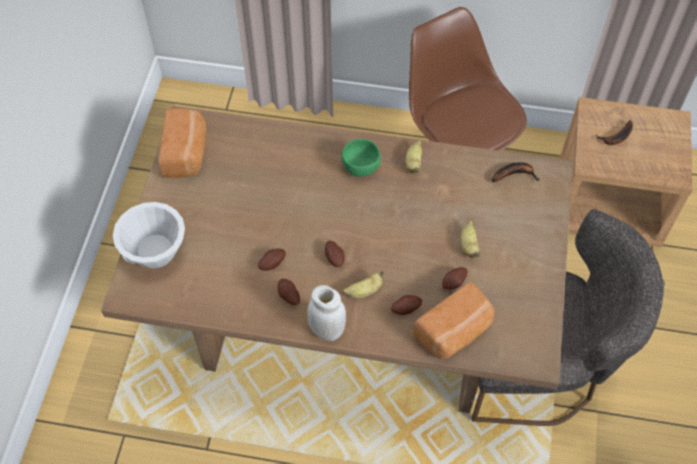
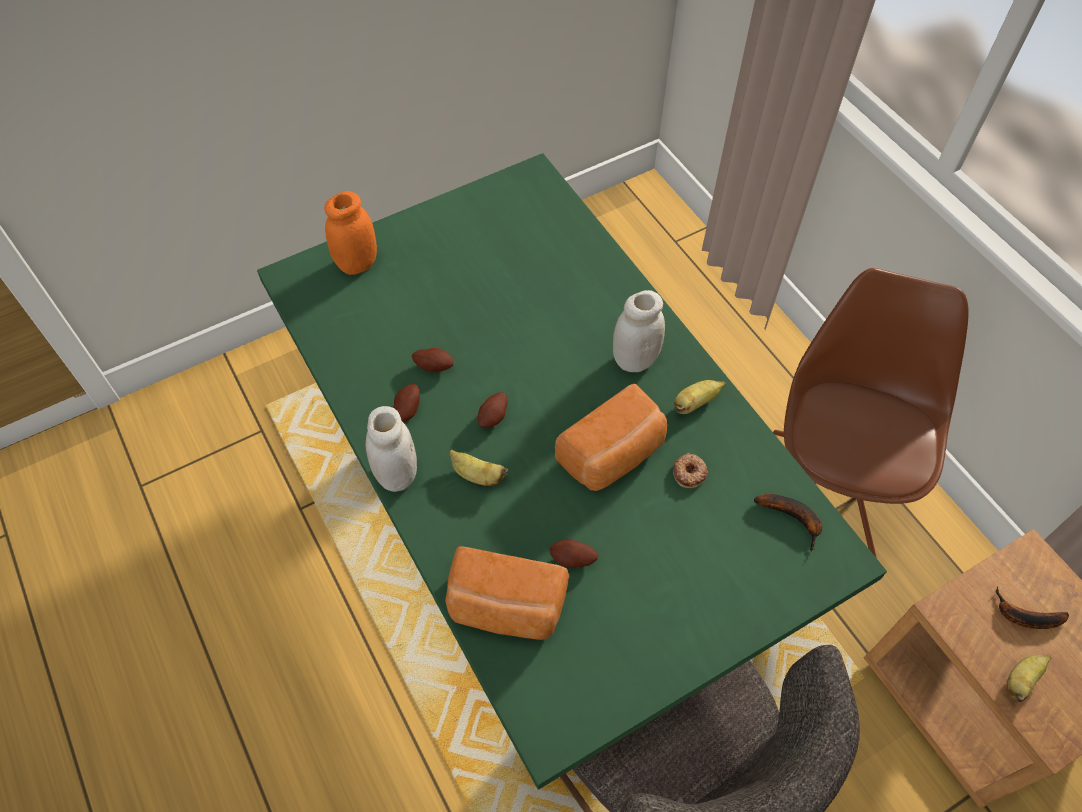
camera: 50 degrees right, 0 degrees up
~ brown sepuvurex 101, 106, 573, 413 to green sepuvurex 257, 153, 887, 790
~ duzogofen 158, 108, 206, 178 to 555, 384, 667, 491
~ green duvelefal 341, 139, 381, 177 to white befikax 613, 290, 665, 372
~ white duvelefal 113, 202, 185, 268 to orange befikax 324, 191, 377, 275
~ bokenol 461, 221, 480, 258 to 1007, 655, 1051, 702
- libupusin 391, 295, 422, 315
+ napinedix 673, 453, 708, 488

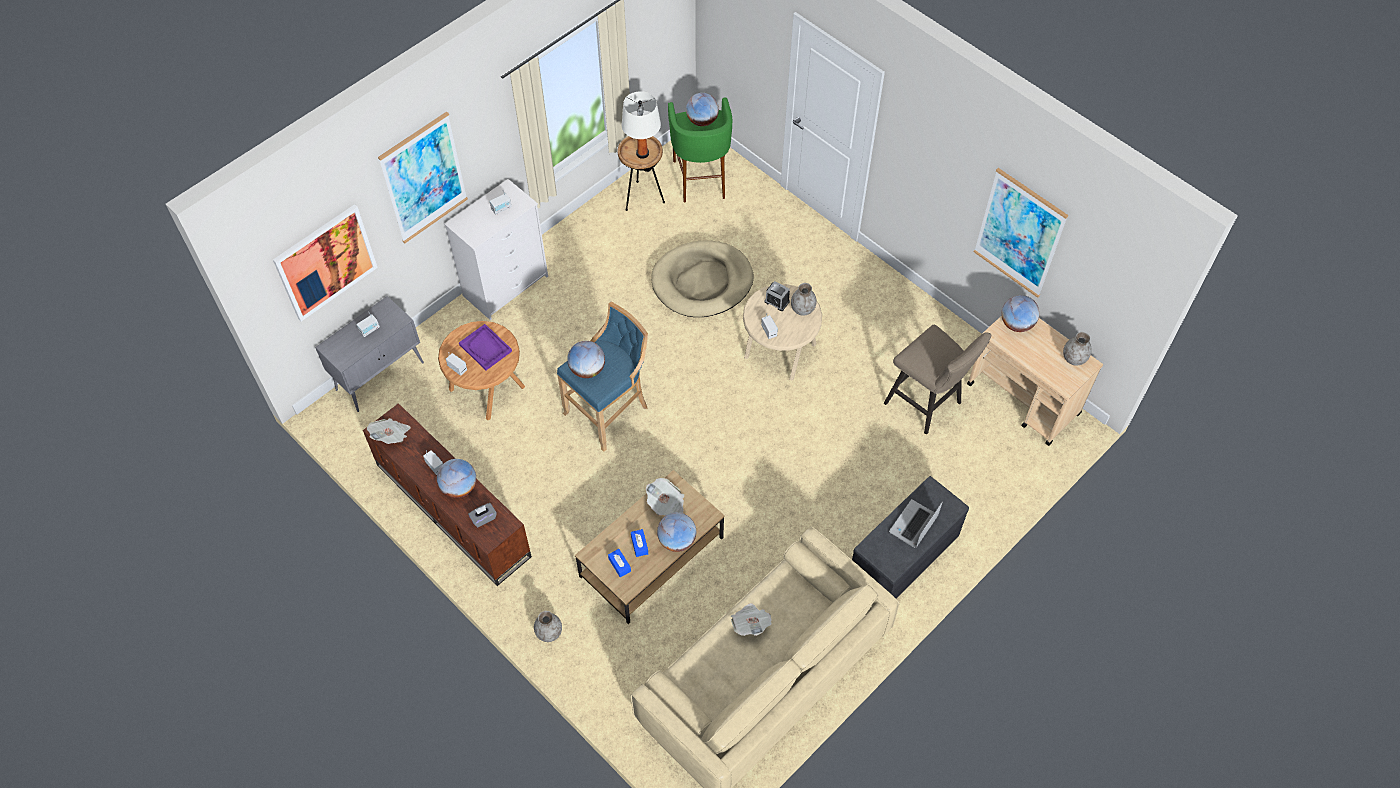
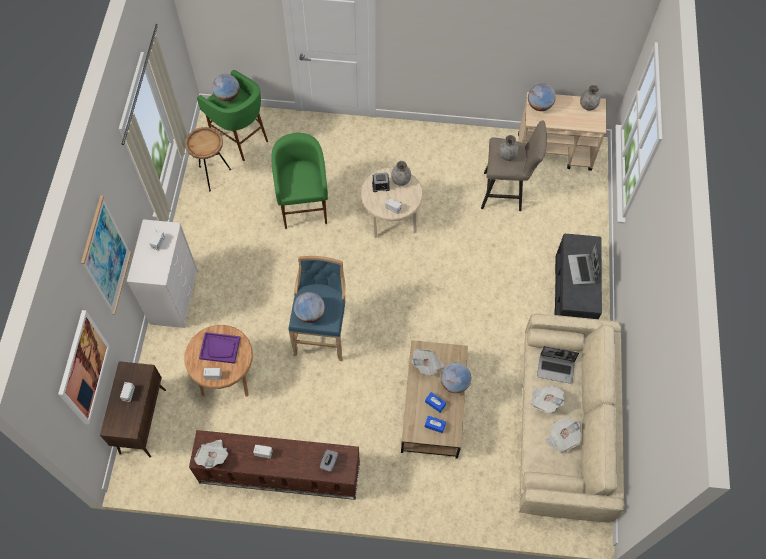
camera: 40 degrees left, 5 degrees up
- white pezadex 621, 91, 661, 159
- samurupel 974, 168, 1069, 298
~ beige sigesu 651, 240, 754, 317 to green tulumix 271, 133, 328, 229
~ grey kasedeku 315, 296, 424, 412 to brown kasedeku 100, 361, 166, 457
- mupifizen 437, 459, 476, 498
~ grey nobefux 534, 611, 562, 642 to 498, 135, 519, 161
+ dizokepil 537, 346, 579, 384
+ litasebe 545, 417, 582, 454

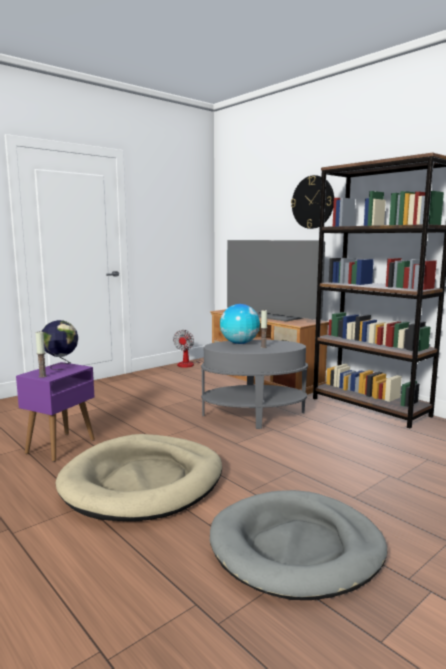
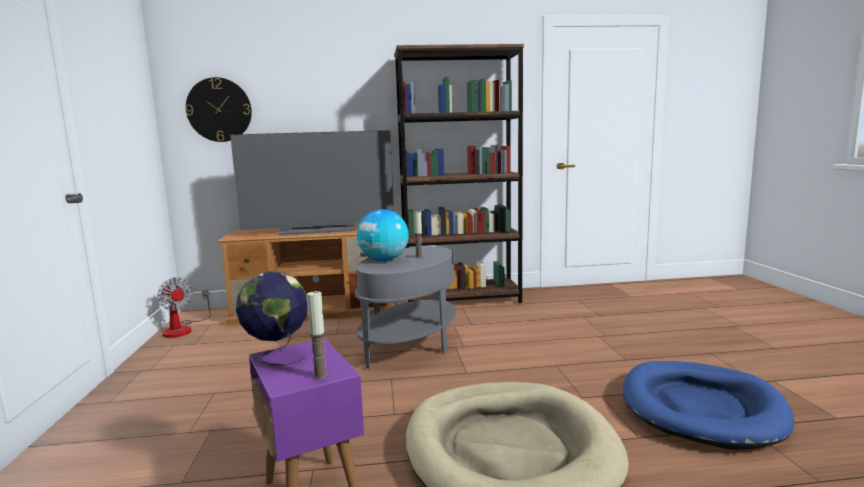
camera: 55 degrees left, 0 degrees up
~ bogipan 291, 175, 334, 229 to 185, 77, 252, 142
~ grey sigesu 210, 490, 387, 600 to blue sigesu 623, 361, 794, 450

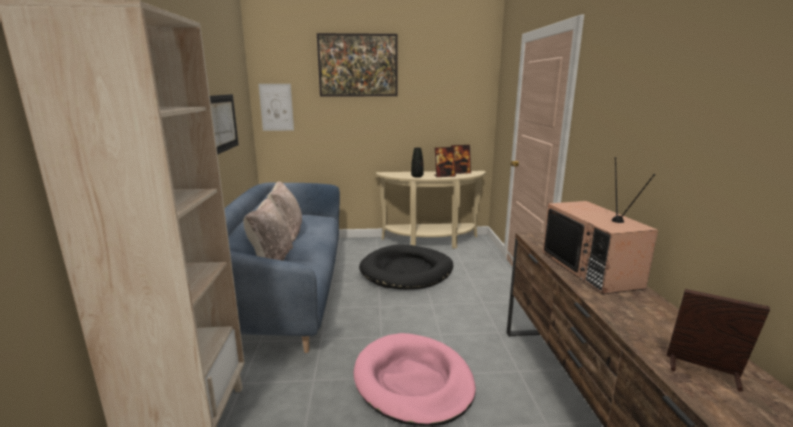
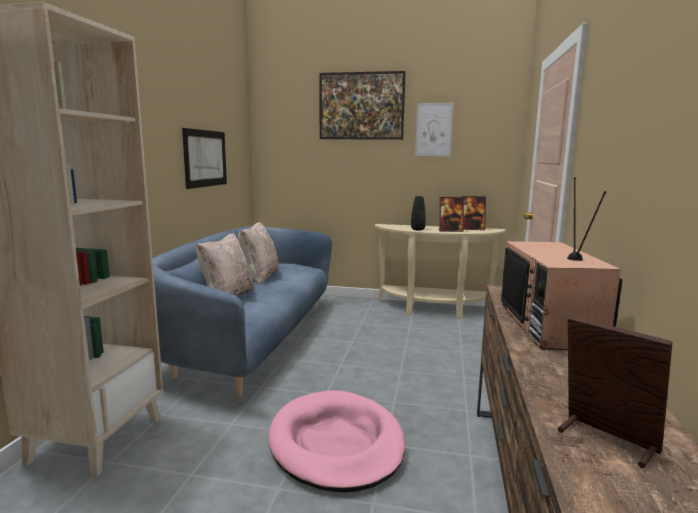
camera: 15 degrees right, 5 degrees down
~ samurupel 258, 84, 294, 131 to 415, 103, 453, 156
- black sigesu 359, 244, 453, 290

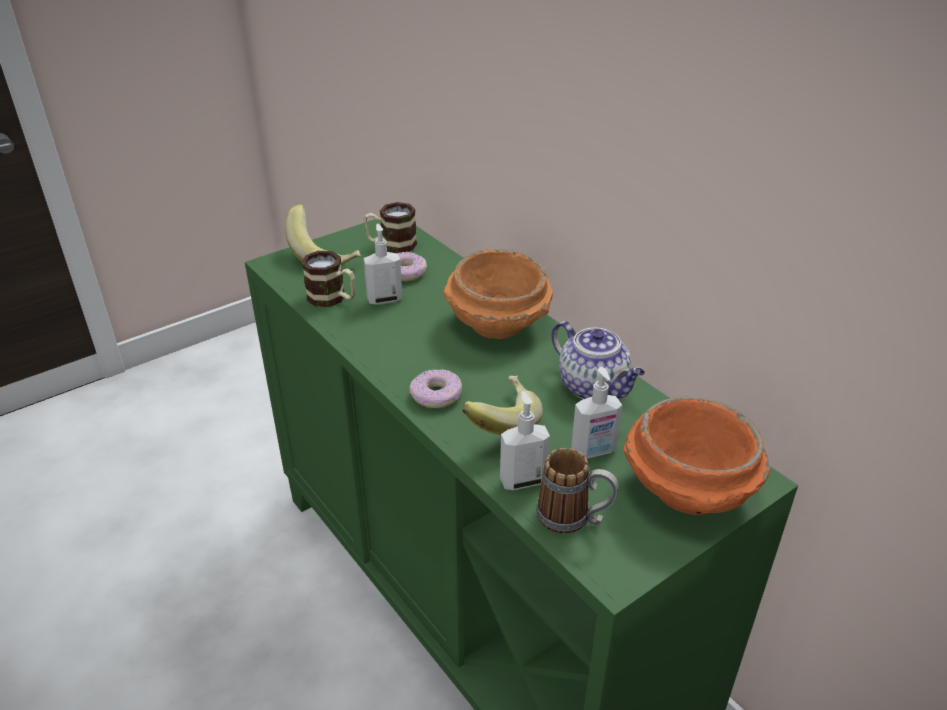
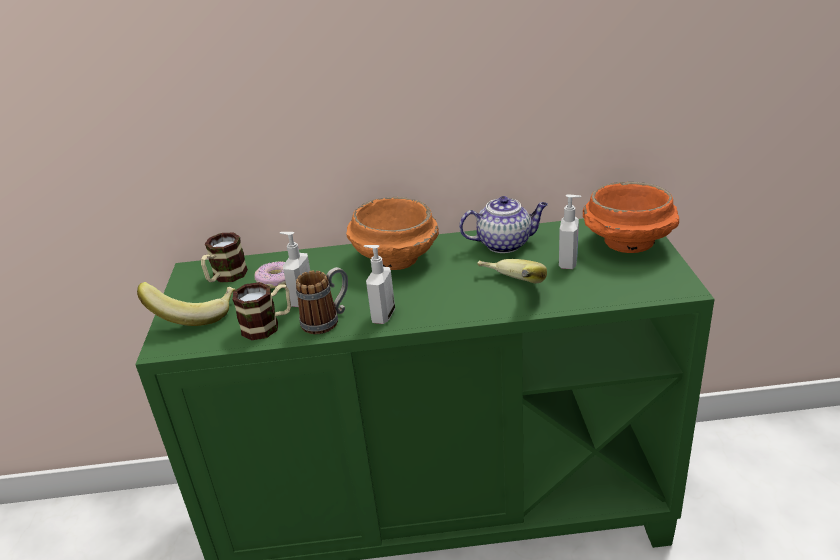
camera: 55 degrees left, 5 degrees down
- napinedix 410, 369, 462, 408
~ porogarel 500, 391, 550, 490 to 364, 245, 395, 324
~ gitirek 536, 448, 619, 534 to 296, 267, 348, 334

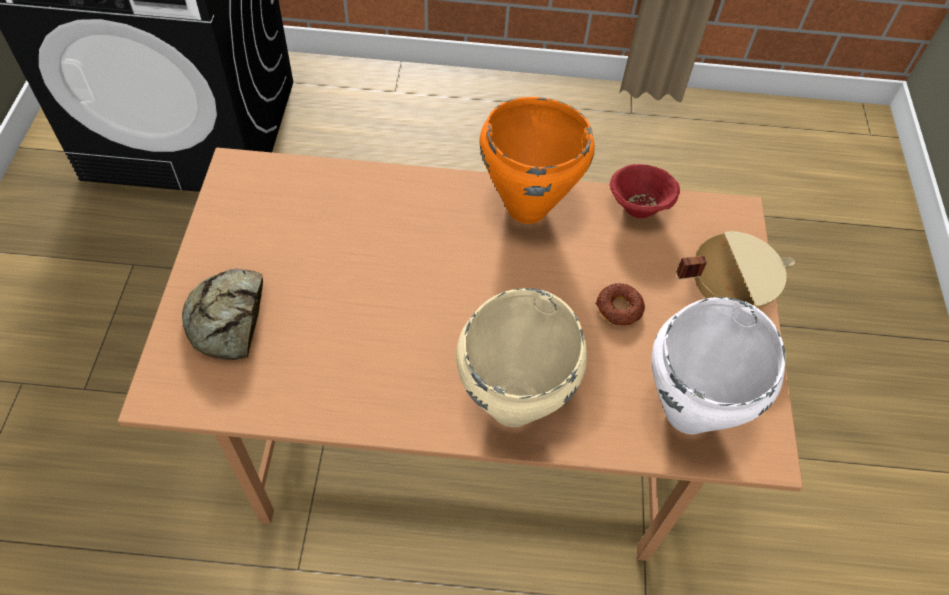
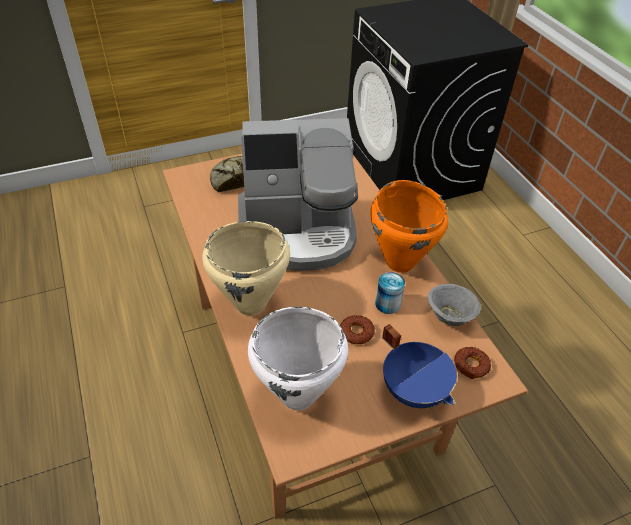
camera: 65 degrees right, 10 degrees down
~ red duvelefal 610, 164, 680, 218 to grey duvelefal 428, 284, 481, 326
~ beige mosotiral 676, 231, 795, 309 to blue mosotiral 382, 324, 457, 408
+ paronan 238, 118, 358, 271
+ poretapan 375, 272, 405, 314
+ napinedix 454, 347, 491, 379

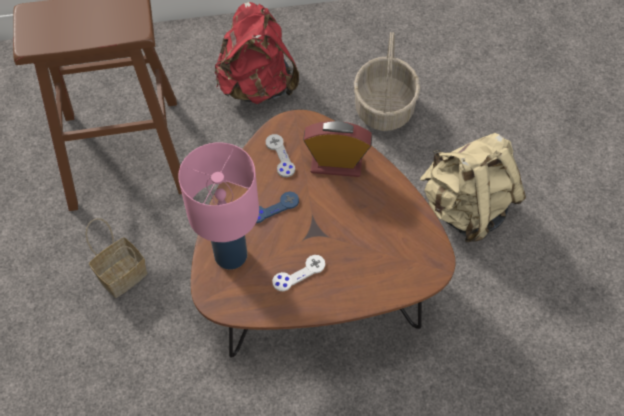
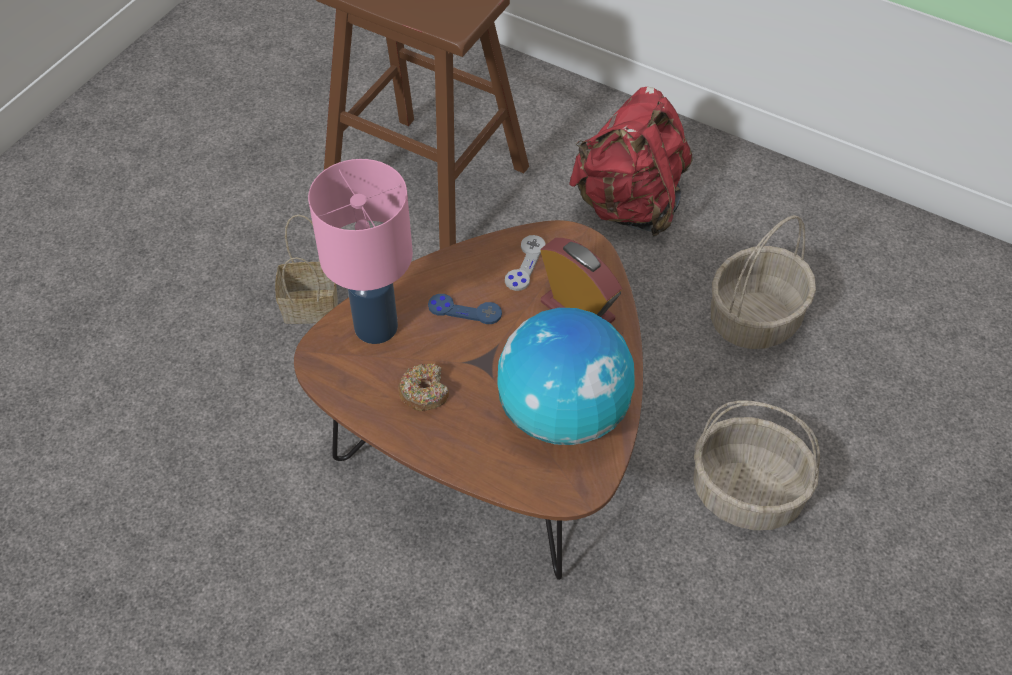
camera: 40 degrees right, 5 degrees down
~ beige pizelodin 420, 133, 526, 242 to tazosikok 693, 400, 820, 530
~ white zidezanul 272, 255, 325, 291 to napinedix 398, 364, 449, 411
+ mupifizen 497, 308, 635, 445

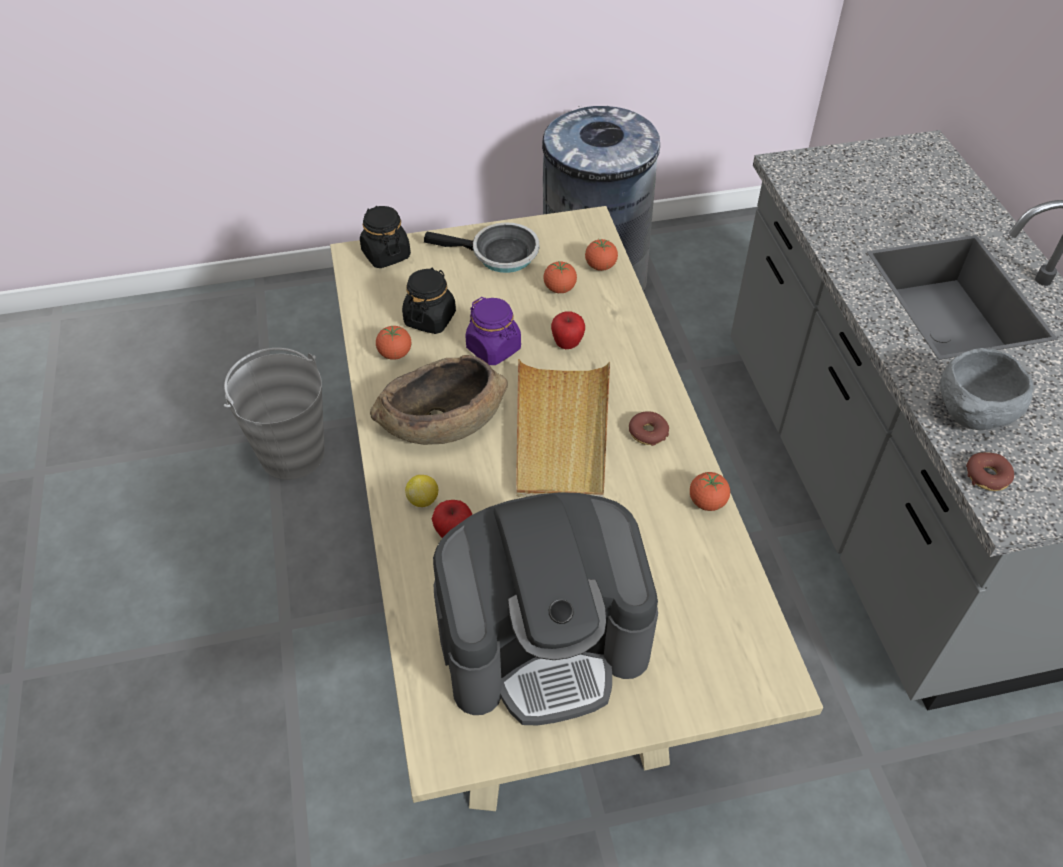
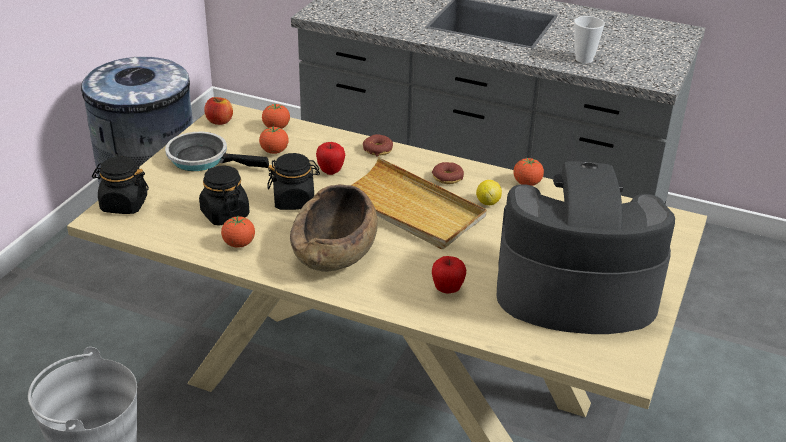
camera: 55 degrees left, 15 degrees down
~ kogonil 424, 222, 539, 273 = 165, 132, 269, 171 120 degrees counterclockwise
~ purple befikax 465, 297, 521, 365 to black befikax 267, 153, 320, 210
~ grey duvelefal 940, 348, 1033, 430 to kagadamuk 574, 16, 605, 63
~ napinedix 966, 452, 1014, 491 to 363, 134, 393, 157
~ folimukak 405, 475, 438, 507 to 476, 180, 502, 205
~ paronan 433, 492, 658, 725 = 497, 161, 675, 334 105 degrees counterclockwise
+ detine 204, 97, 233, 125

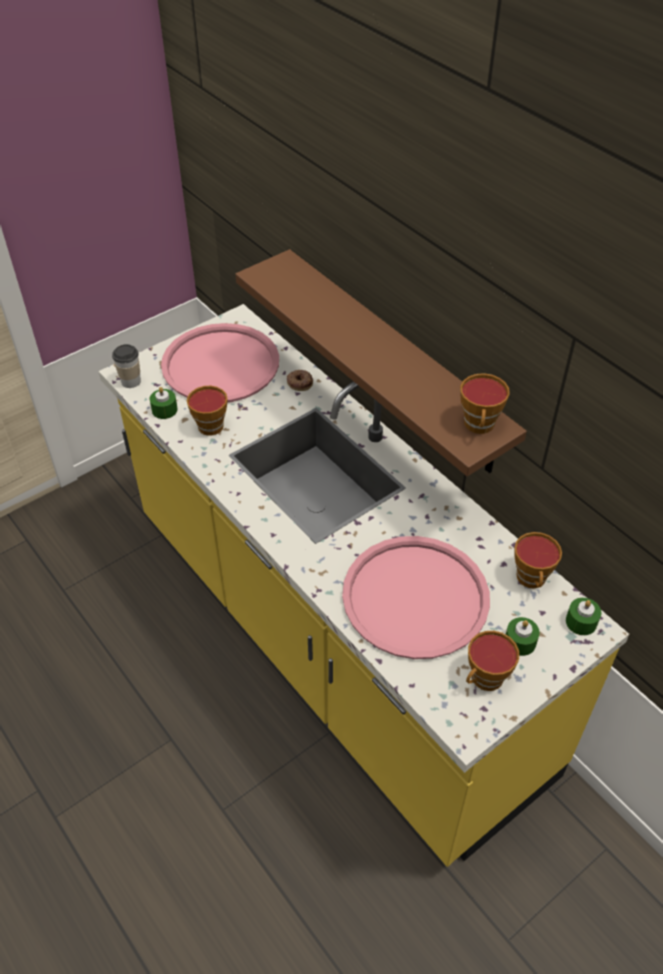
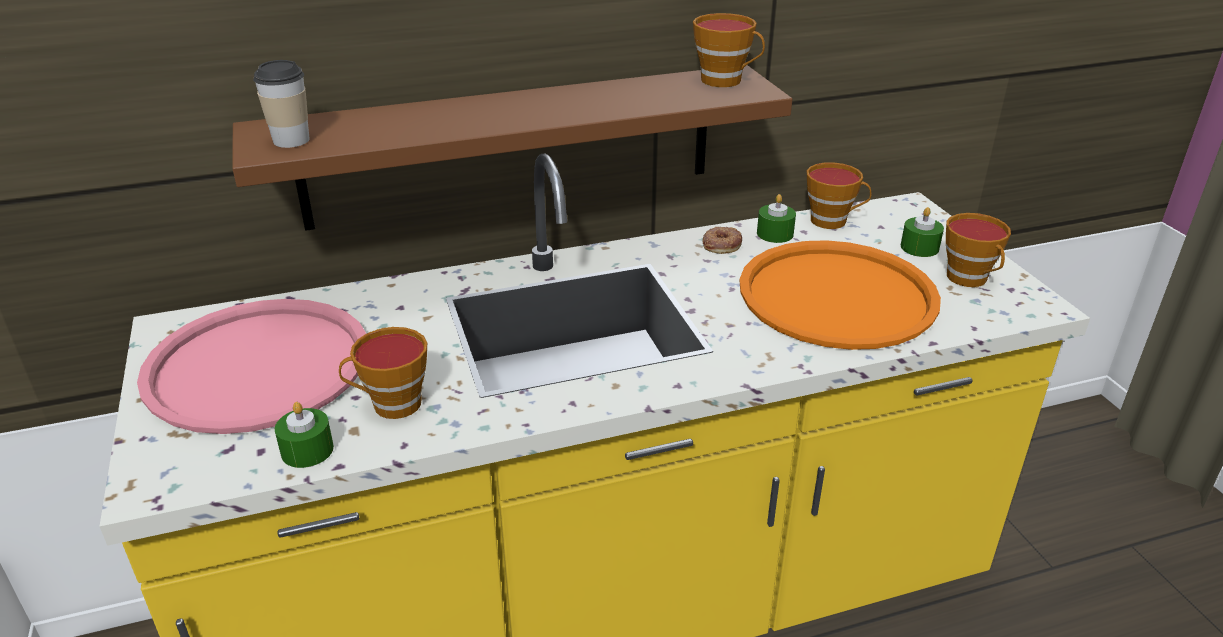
camera: 70 degrees left, 15 degrees down
~ kagadamuk 112, 344, 141, 388 to 253, 60, 310, 148
~ napinedix 287, 370, 313, 391 to 702, 226, 742, 254
~ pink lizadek 342, 536, 490, 659 to orange lizadek 740, 240, 941, 350
~ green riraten 566, 598, 601, 635 to 757, 194, 796, 243

